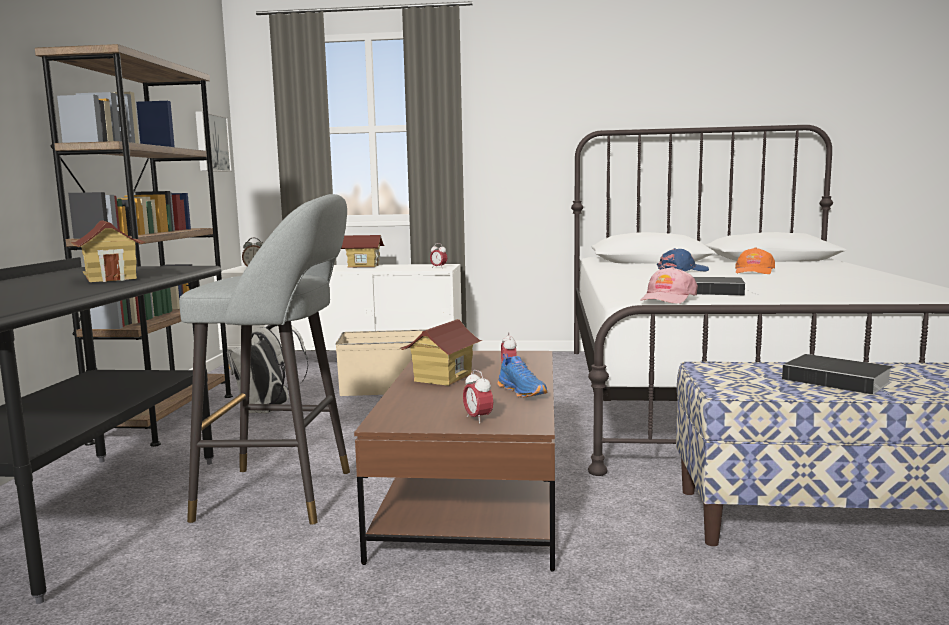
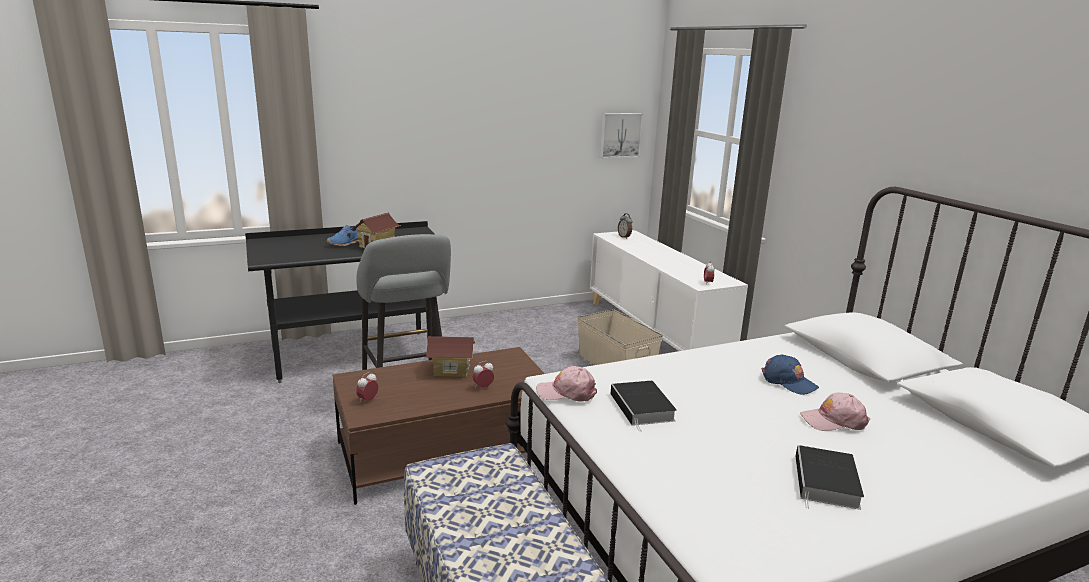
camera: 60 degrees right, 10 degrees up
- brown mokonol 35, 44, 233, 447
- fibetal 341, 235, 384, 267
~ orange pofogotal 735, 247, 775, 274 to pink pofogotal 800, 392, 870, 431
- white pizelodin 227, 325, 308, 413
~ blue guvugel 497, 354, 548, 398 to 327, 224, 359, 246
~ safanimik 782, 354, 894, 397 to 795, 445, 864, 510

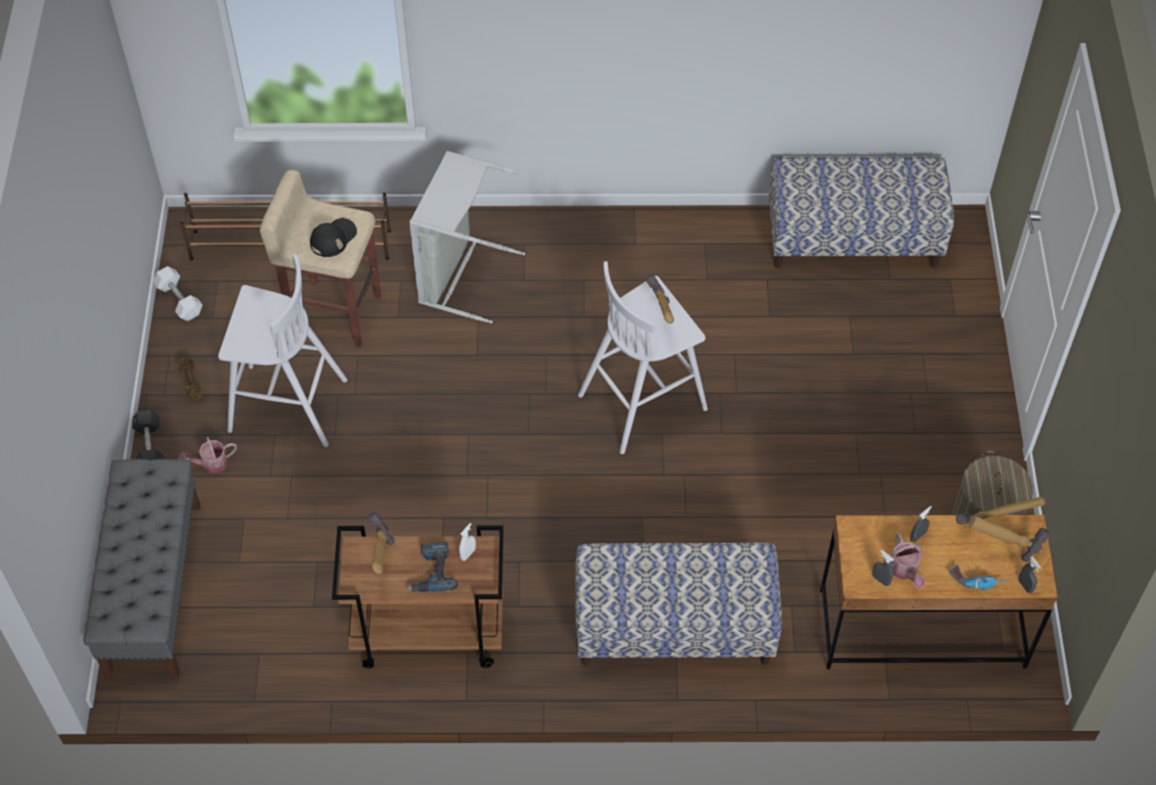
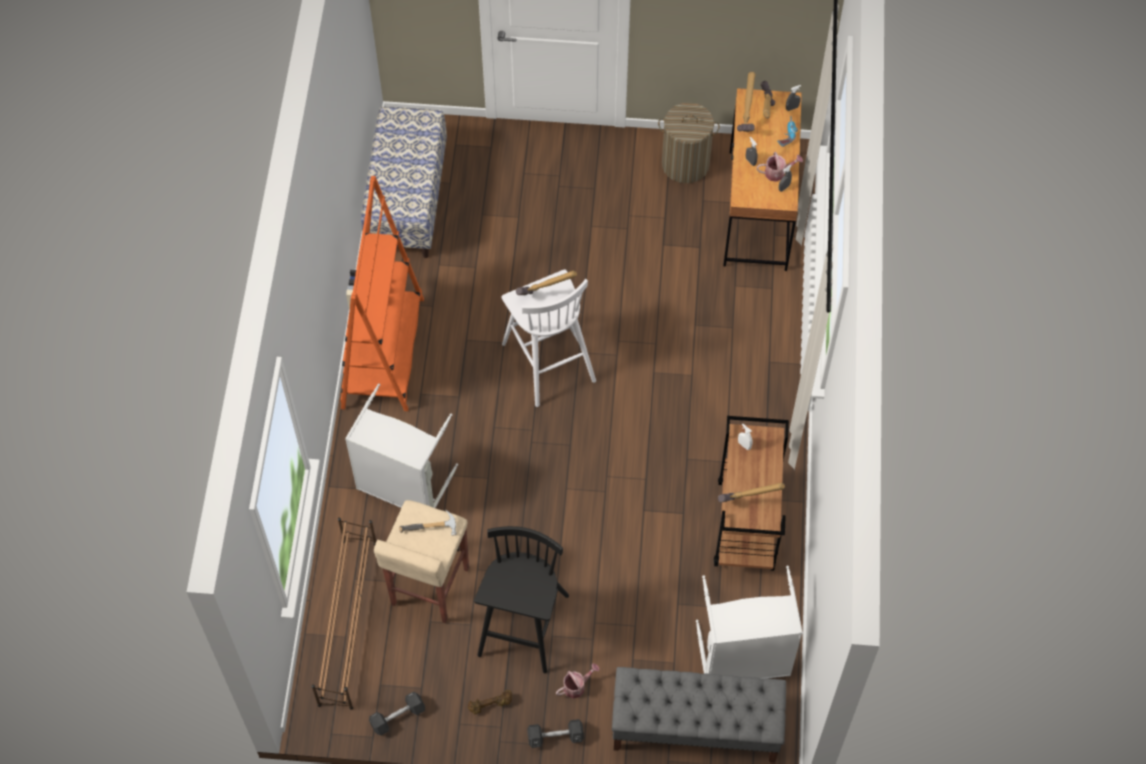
camera: 85 degrees left, 5 degrees up
~ black pofogotal 310, 218, 357, 257 to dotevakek 399, 509, 457, 535
~ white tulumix 218, 254, 348, 447 to black tulumix 474, 526, 569, 673
~ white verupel 154, 266, 203, 321 to black verupel 369, 692, 425, 736
~ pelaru 178, 437, 237, 473 = 556, 663, 600, 699 105 degrees counterclockwise
- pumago 406, 542, 458, 592
- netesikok 575, 543, 782, 666
+ orange mokonol 340, 176, 424, 411
+ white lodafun 696, 566, 803, 679

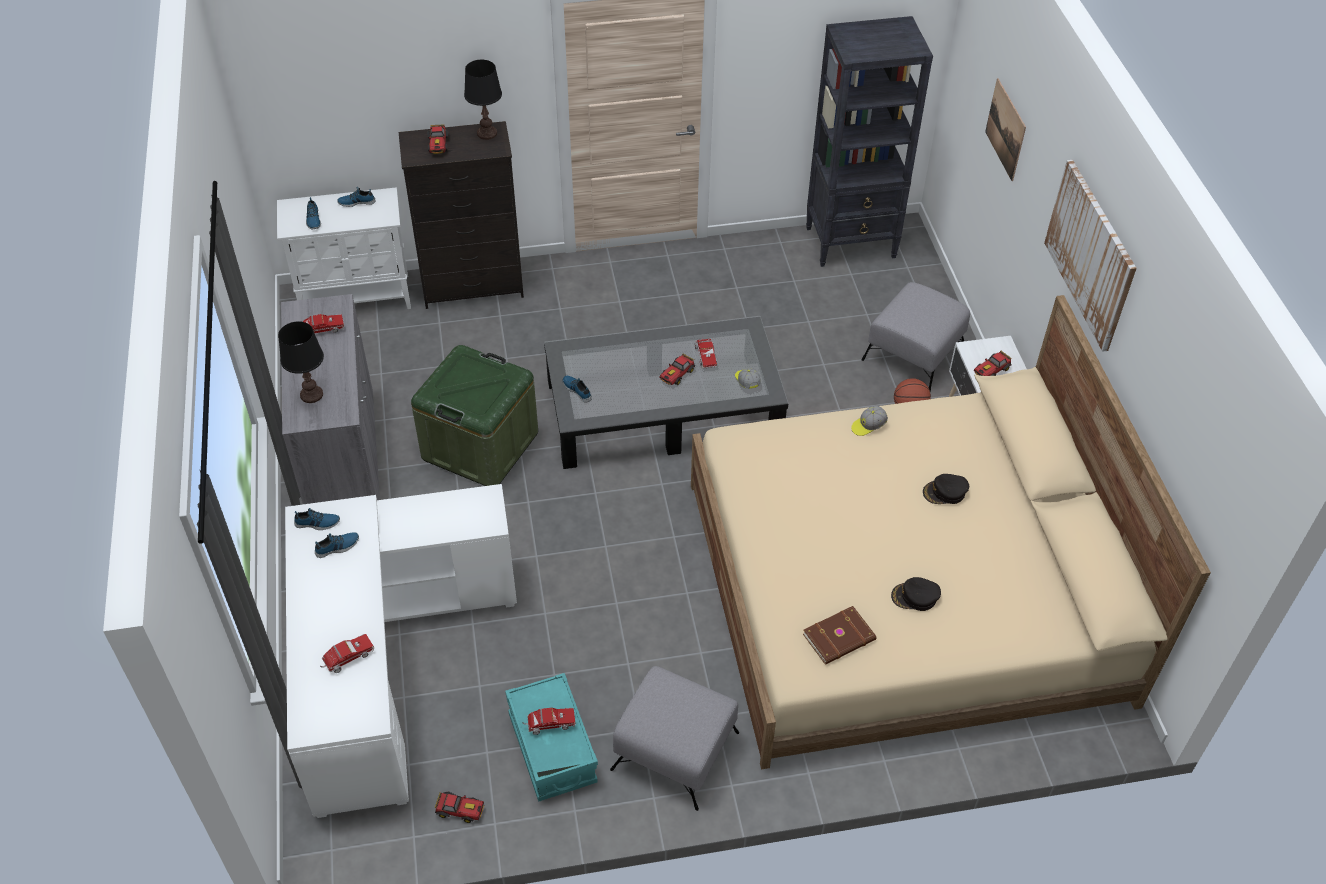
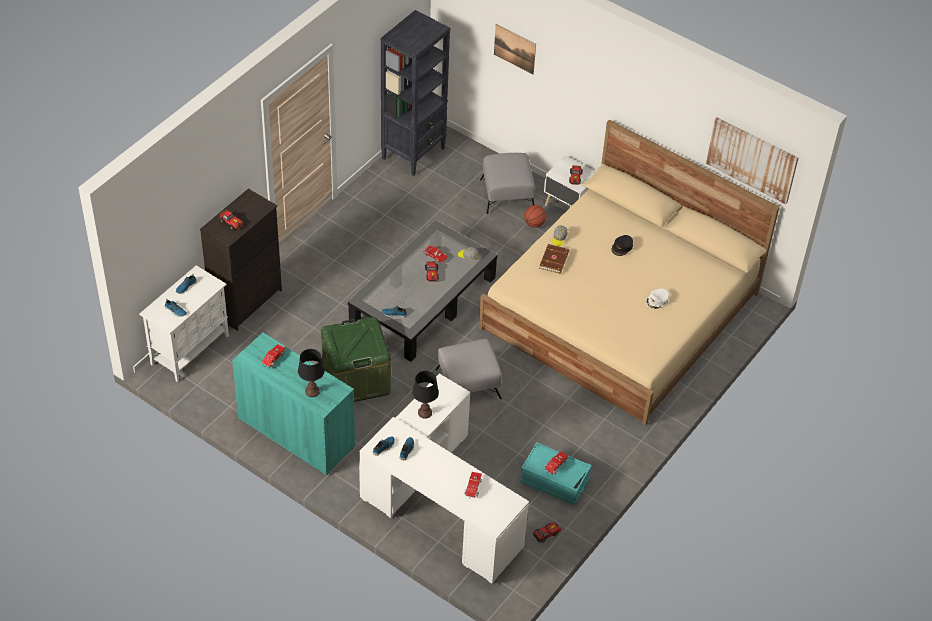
camera: 45 degrees left, 0 degrees up
~ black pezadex 464, 60, 502, 140 to 412, 371, 439, 419
~ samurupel 1044, 160, 1137, 352 to 706, 117, 798, 204
~ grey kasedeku 281, 294, 380, 504 to turquoise kasedeku 232, 333, 355, 476
~ black pofogotal 891, 577, 941, 611 to white pofogotal 646, 288, 670, 309
~ brown safanimik 803, 606, 876, 665 to 540, 244, 569, 273
~ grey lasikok 610, 666, 739, 811 to 436, 339, 502, 399

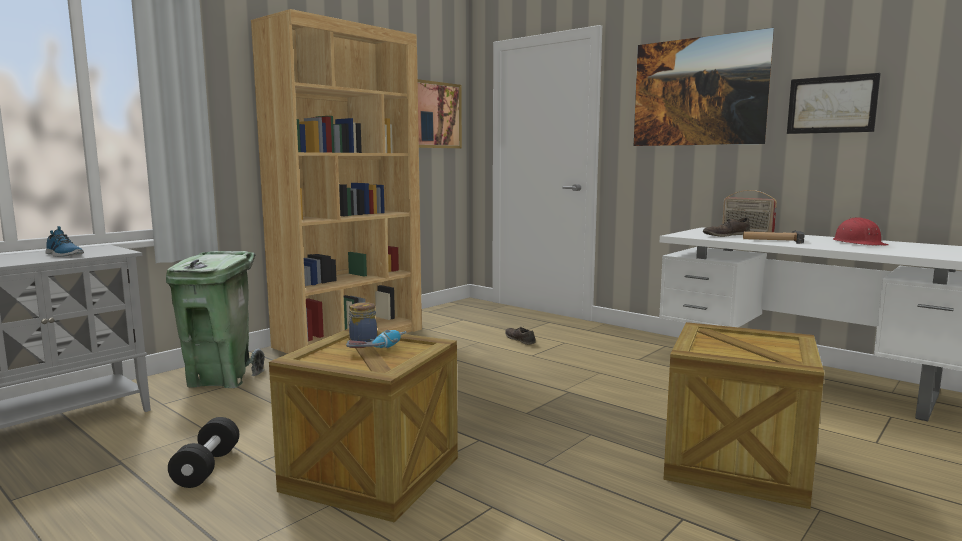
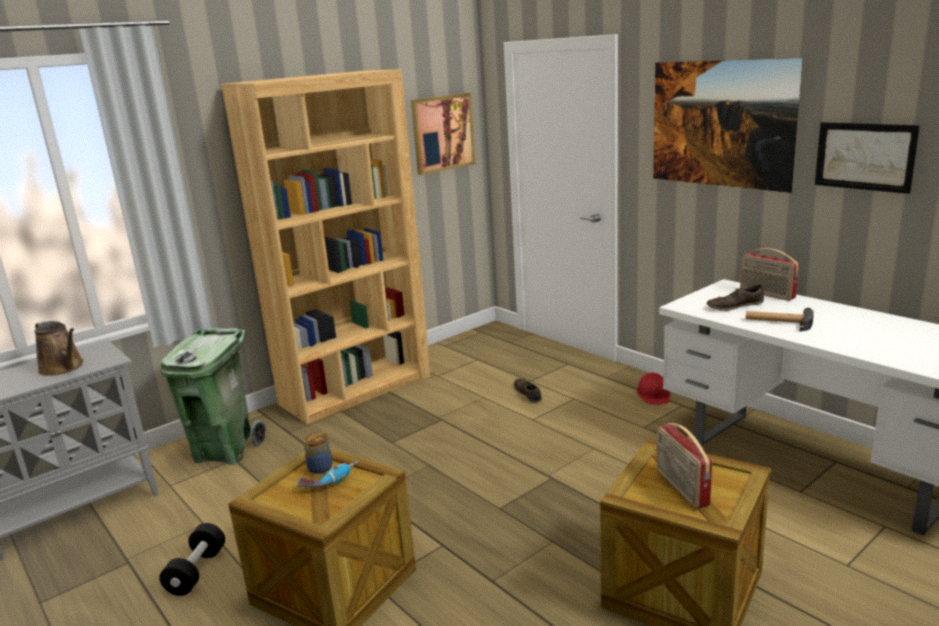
camera: 10 degrees right, 10 degrees up
~ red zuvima 833, 217, 888, 245 to 636, 373, 670, 405
~ guvugel 45, 226, 84, 257 to brown pelaru 34, 321, 84, 376
+ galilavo 657, 423, 712, 508

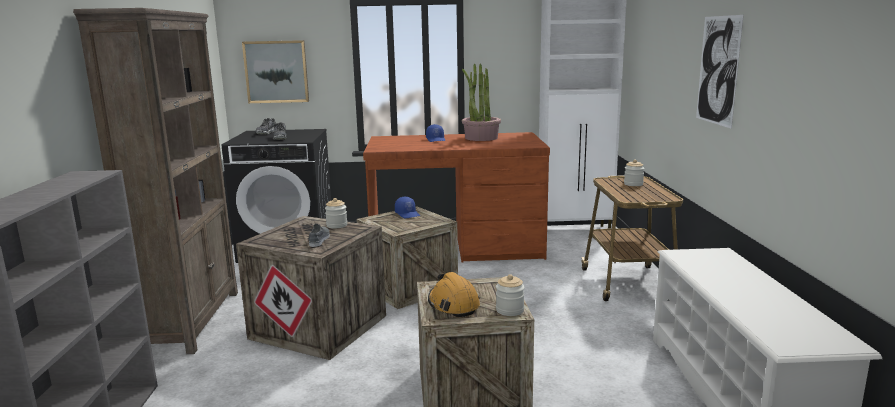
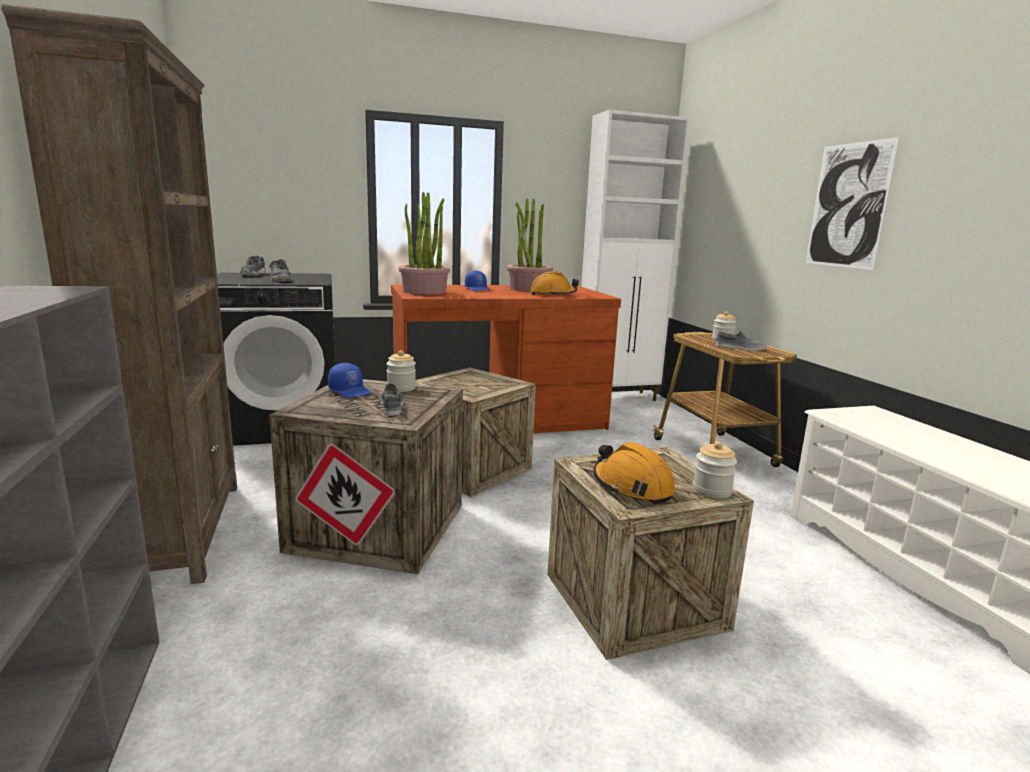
camera: 15 degrees left, 0 degrees up
- samurupel 242, 40, 309, 103
~ blue pofogotal 395, 197, 420, 218 to 328, 363, 371, 398
+ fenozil 398, 192, 450, 295
+ orange zuvima 530, 271, 579, 296
+ grey guvugel 716, 331, 766, 351

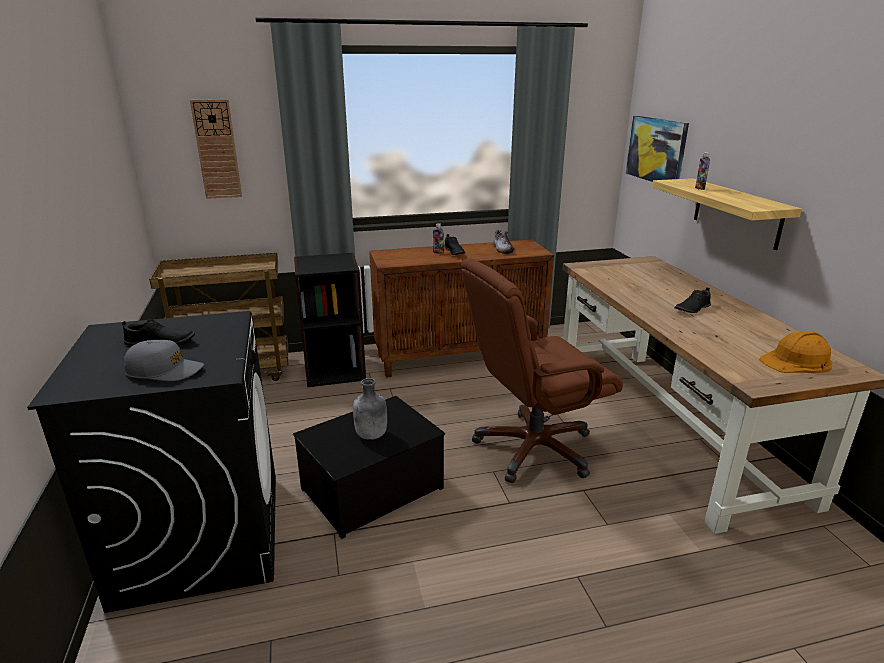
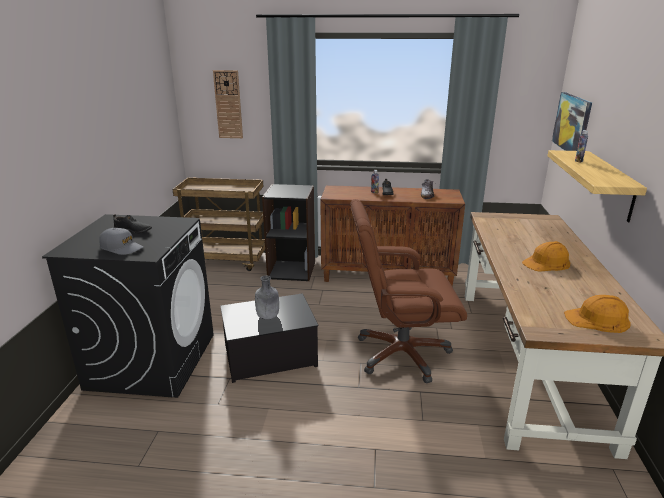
camera: 20 degrees right, 0 degrees up
~ black guvugel 674, 287, 711, 313 to orange zuvima 522, 241, 570, 272

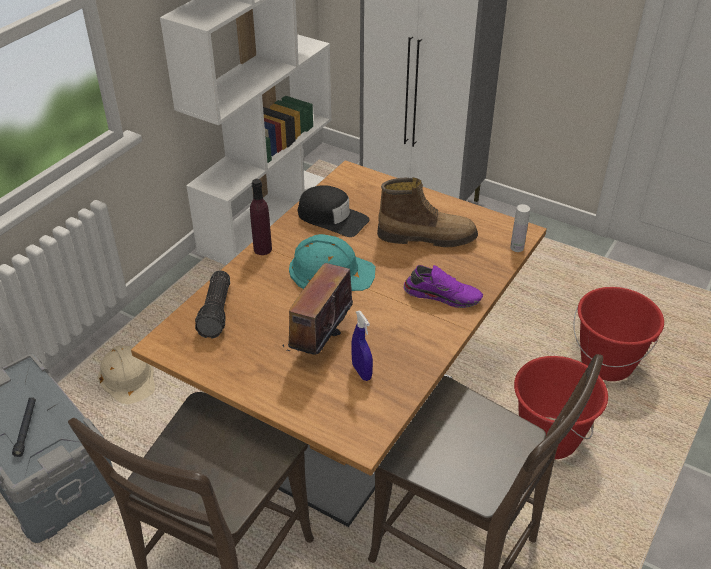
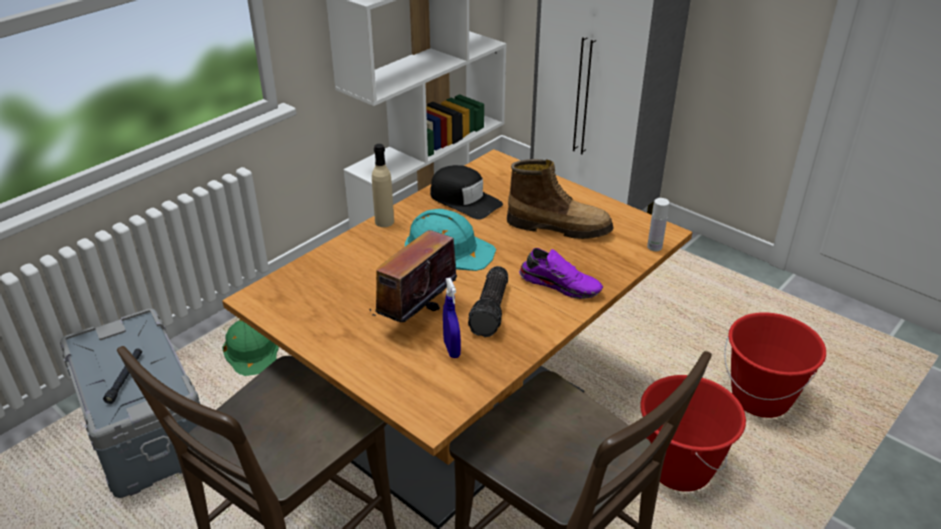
camera: 10 degrees right, 5 degrees down
~ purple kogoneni 250, 179, 272, 255 to beige kogoneni 372, 144, 394, 227
~ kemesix 195, 271, 230, 339 to 468, 266, 508, 337
~ beige zuvima 97, 345, 155, 404 to green zuvima 222, 319, 279, 376

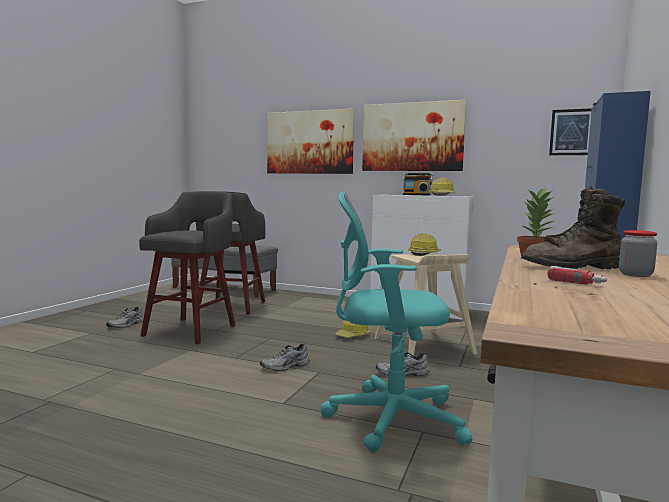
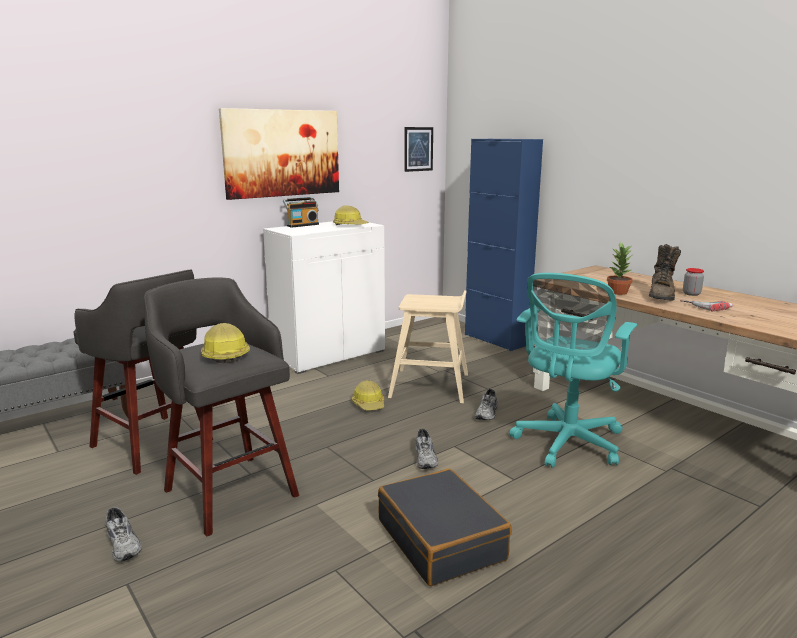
camera: 60 degrees left, 10 degrees up
- samurupel 267, 109, 354, 174
~ zuvima 408, 233, 441, 256 to 201, 323, 250, 363
+ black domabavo 378, 469, 512, 586

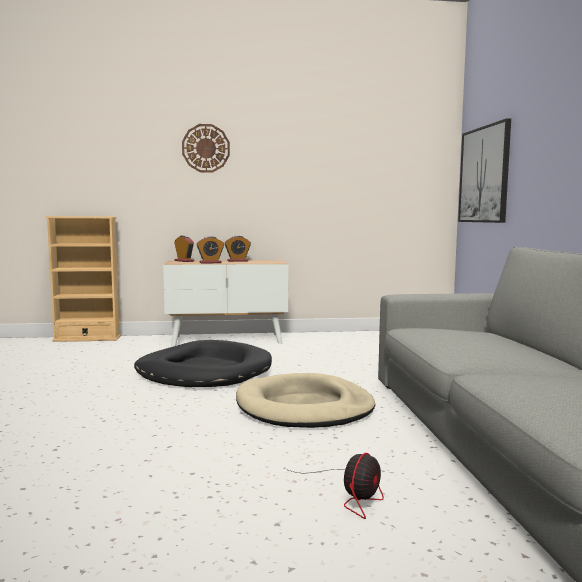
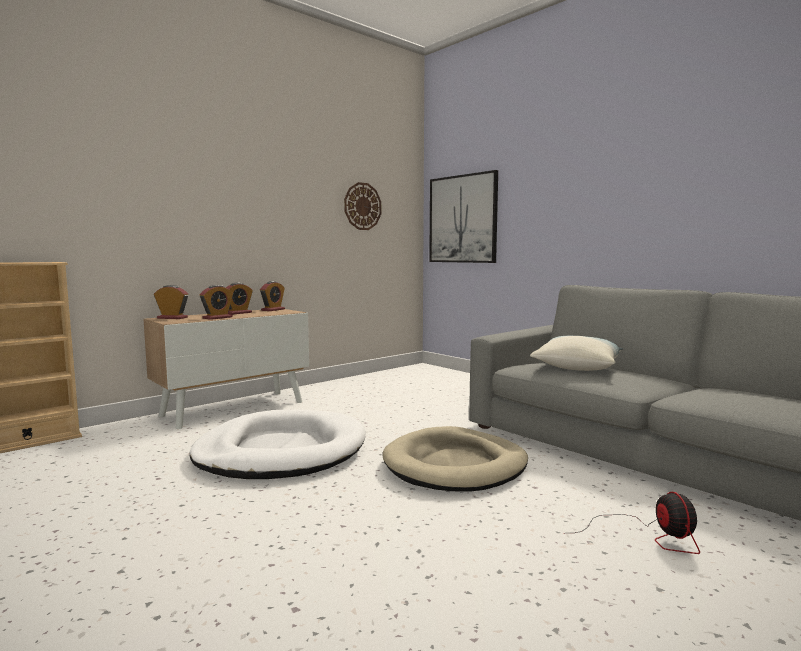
camera: 35 degrees left, 0 degrees up
~ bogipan 182, 124, 230, 173 to 344, 182, 381, 230
~ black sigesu 134, 340, 272, 387 to white sigesu 189, 409, 366, 479
+ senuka 260, 281, 285, 311
+ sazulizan 530, 336, 623, 371

